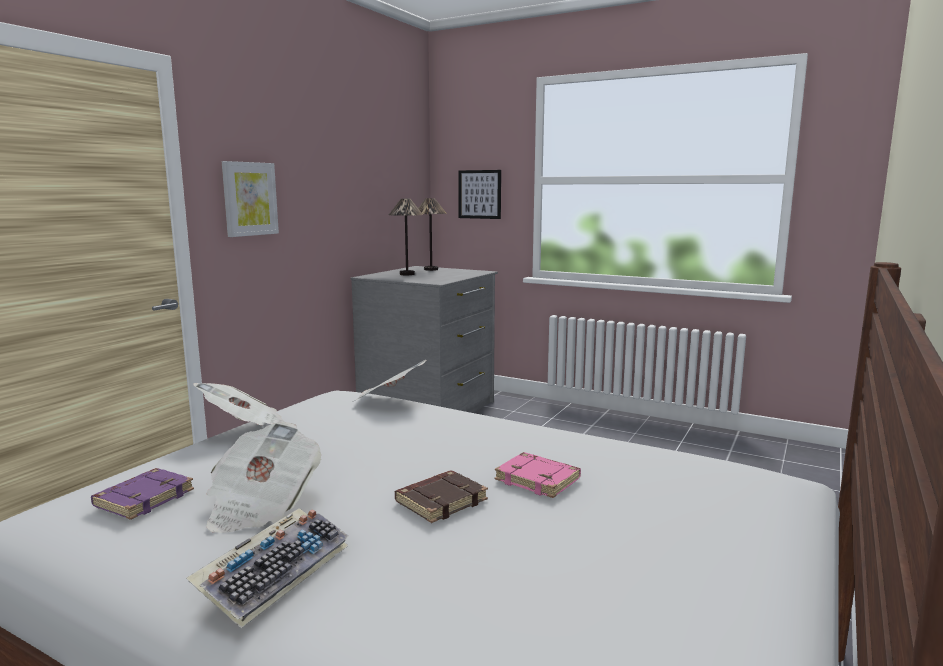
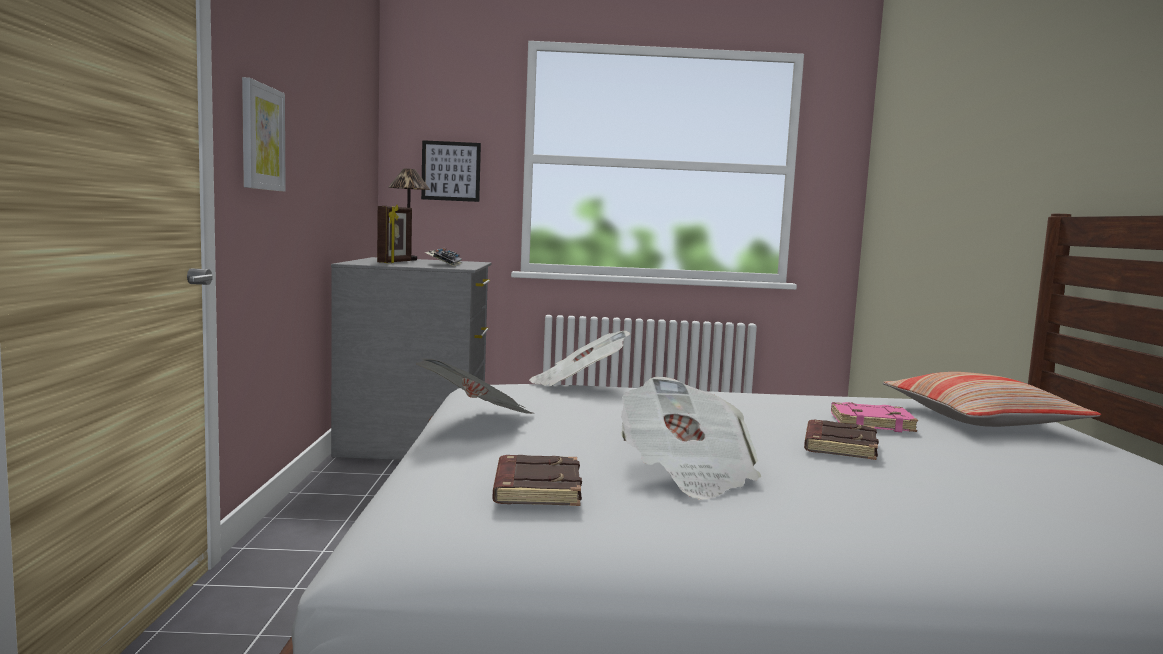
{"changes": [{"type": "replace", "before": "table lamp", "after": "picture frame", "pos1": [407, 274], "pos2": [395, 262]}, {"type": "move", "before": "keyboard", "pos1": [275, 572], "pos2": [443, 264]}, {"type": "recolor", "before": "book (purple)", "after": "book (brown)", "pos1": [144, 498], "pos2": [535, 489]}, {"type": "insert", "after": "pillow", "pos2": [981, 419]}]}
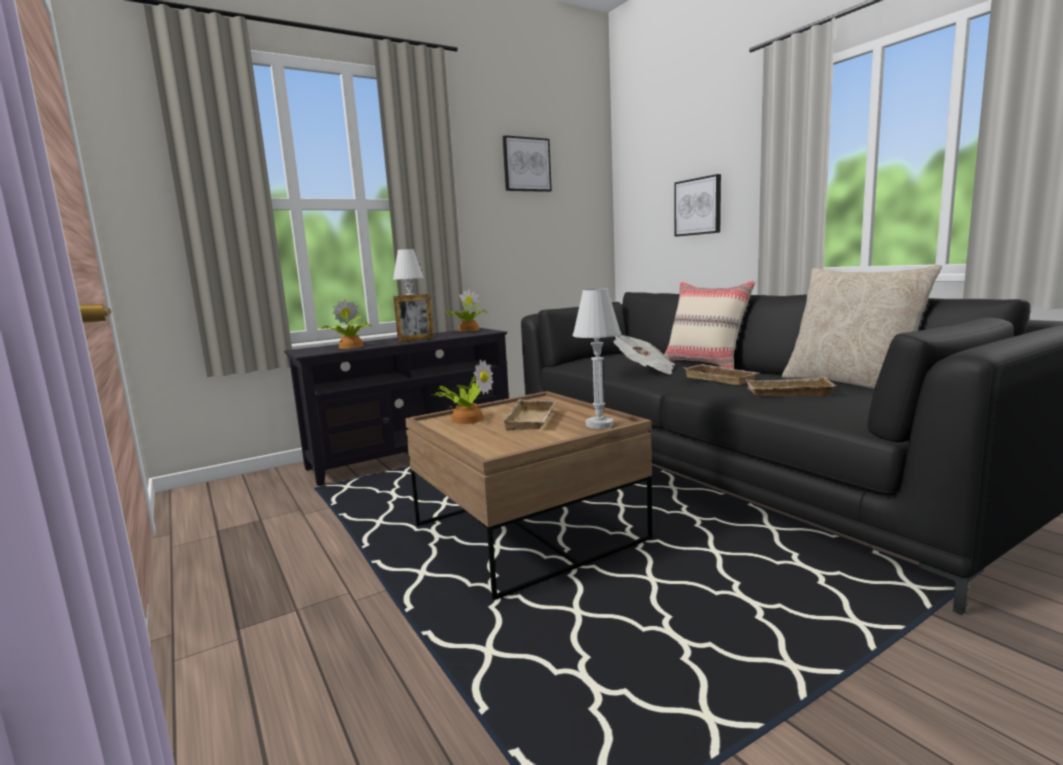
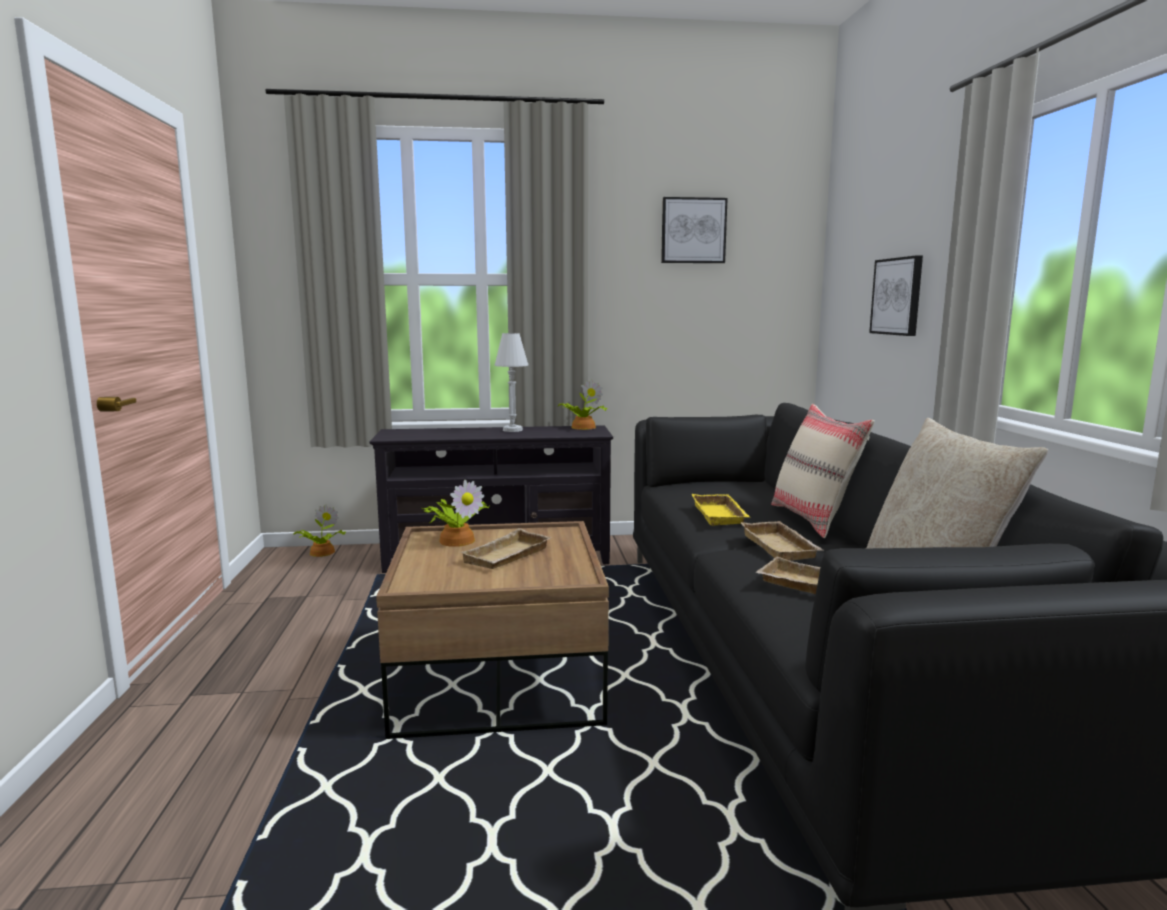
{"changes": [{"type": "move", "before": "potted plant", "pos1": [350, 347], "pos2": [320, 553]}, {"type": "replace", "before": "newspaper", "after": "tray (yellow)", "pos1": [645, 370], "pos2": [721, 515]}, {"type": "delete", "before": "picture frame", "pos1": [416, 340]}, {"type": "delete", "before": "table lamp (white)", "pos1": [599, 424]}]}
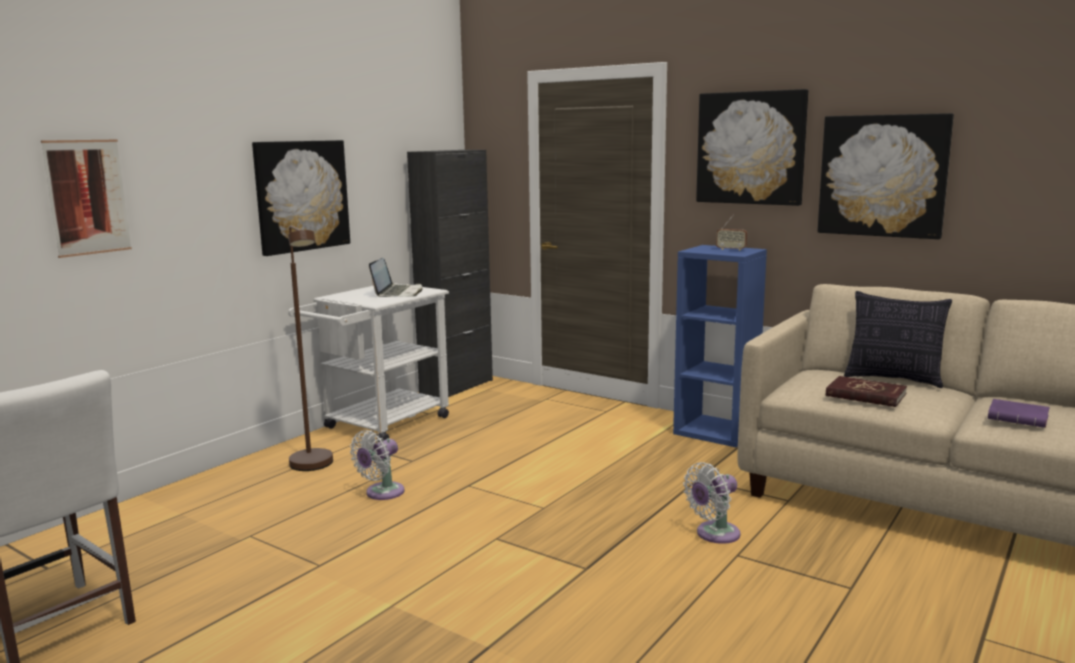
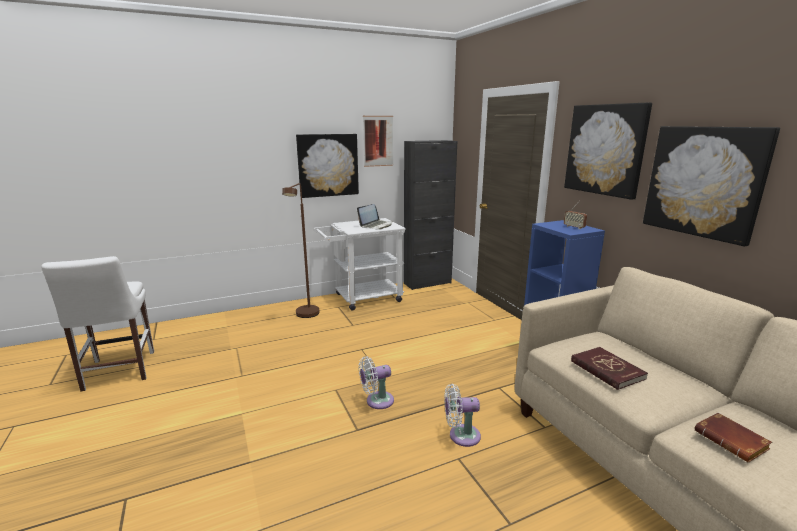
{"changes": [{"type": "move", "before": "fan (white)", "pos1": [381, 493], "pos2": [377, 401]}, {"type": "move", "before": "picture", "pos1": [87, 197], "pos2": [378, 141]}, {"type": "recolor", "before": "book (purple)", "after": "book (brown)", "pos1": [1019, 418], "pos2": [733, 441]}, {"type": "delete", "before": "pillow", "pos1": [893, 379]}]}
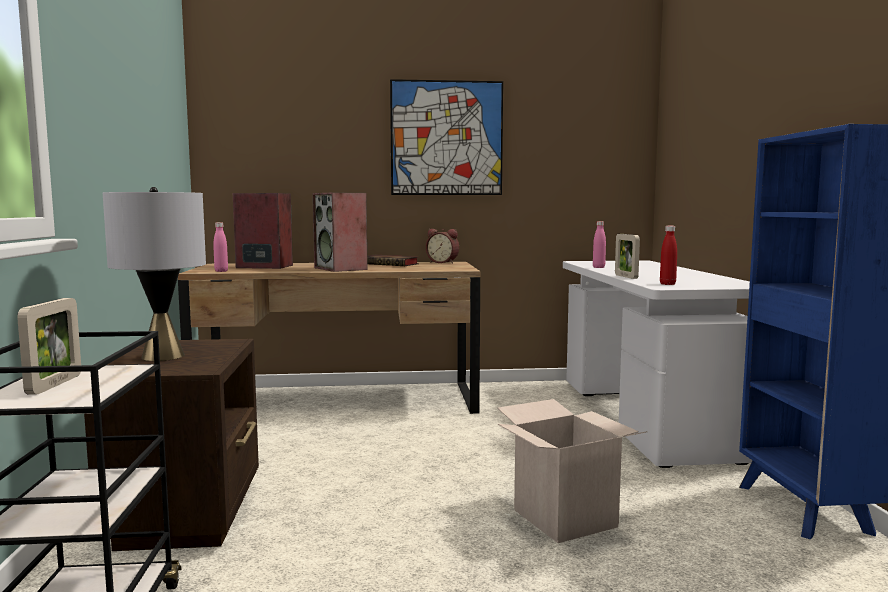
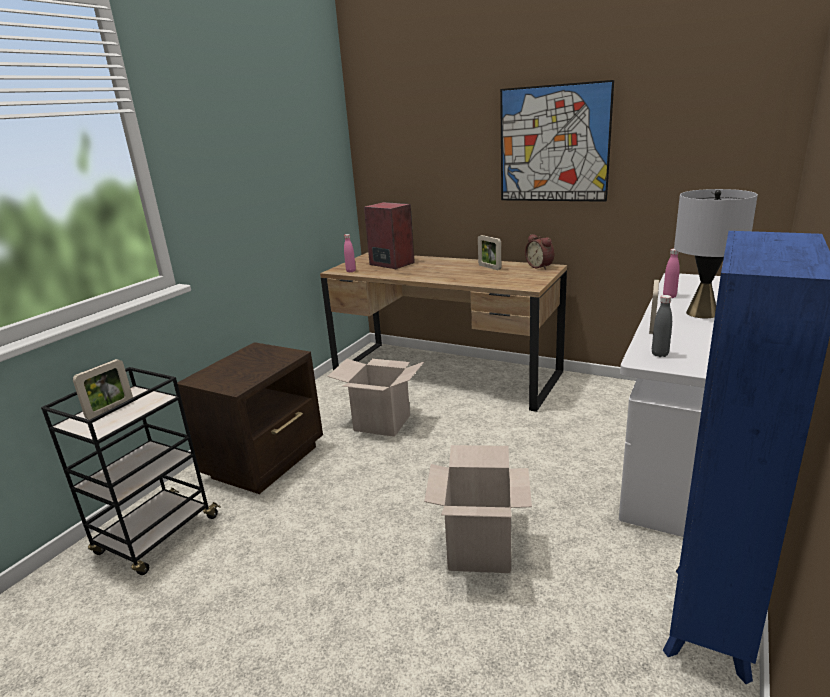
{"changes": [{"type": "insert", "after": "cardboard box", "pos2": [382, 423]}, {"type": "replace", "before": "book", "after": "picture frame", "pos1": [391, 264], "pos2": [489, 267]}, {"type": "recolor", "before": "bottle (red)", "after": "bottle (grey)", "pos1": [667, 284], "pos2": [659, 354]}, {"type": "move", "before": "table lamp (grey)", "pos1": [162, 356], "pos2": [701, 313]}, {"type": "delete", "before": "speaker", "pos1": [341, 268]}]}
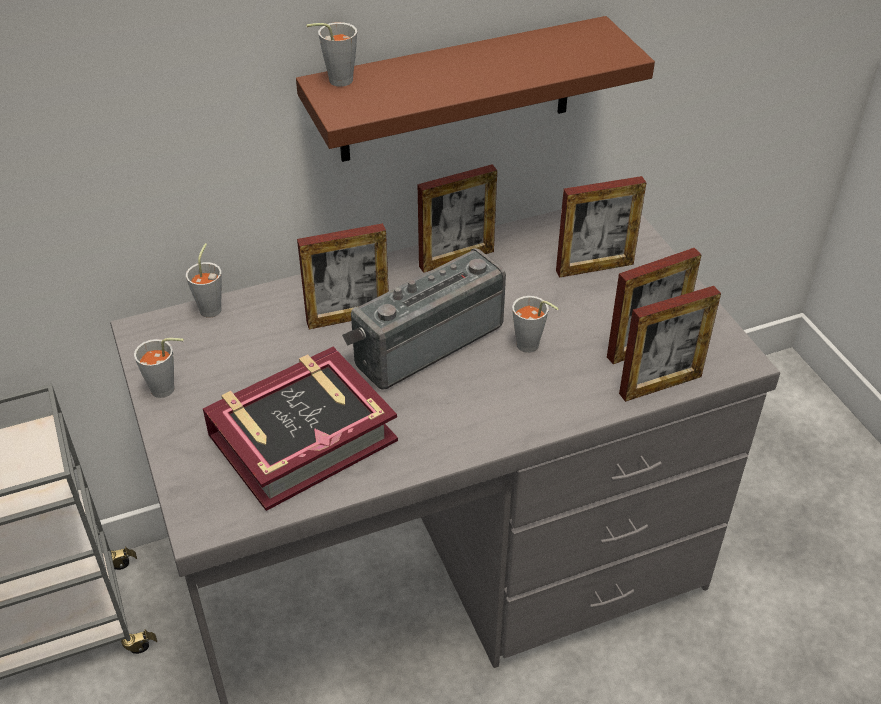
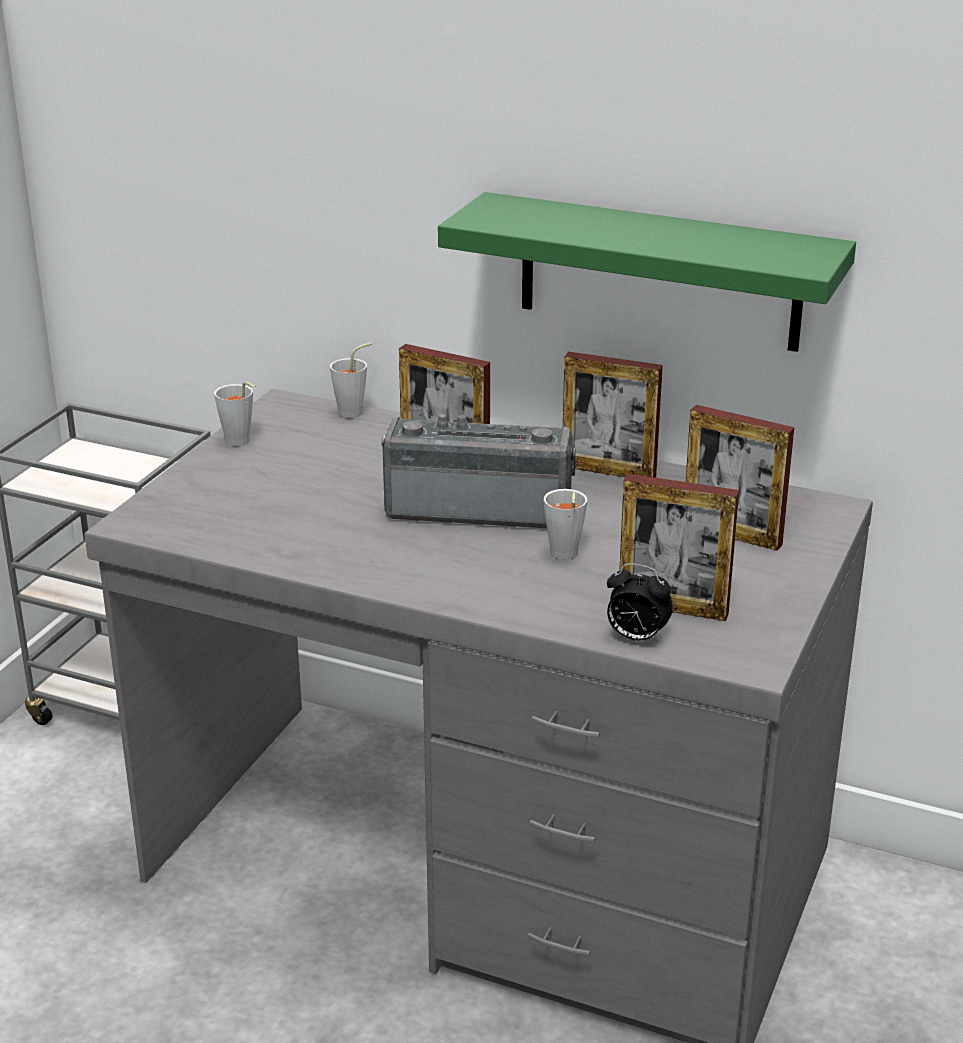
{"changes": [{"type": "recolor", "before": "shelf (brown)", "after": "shelf (green)", "pos1": [456, 91], "pos2": [659, 272]}, {"type": "replace", "before": "picture frame", "after": "alarm clock", "pos1": [660, 385], "pos2": [636, 638]}, {"type": "delete", "before": "book", "pos1": [302, 437]}, {"type": "delete", "before": "cup (grey)", "pos1": [335, 81]}]}
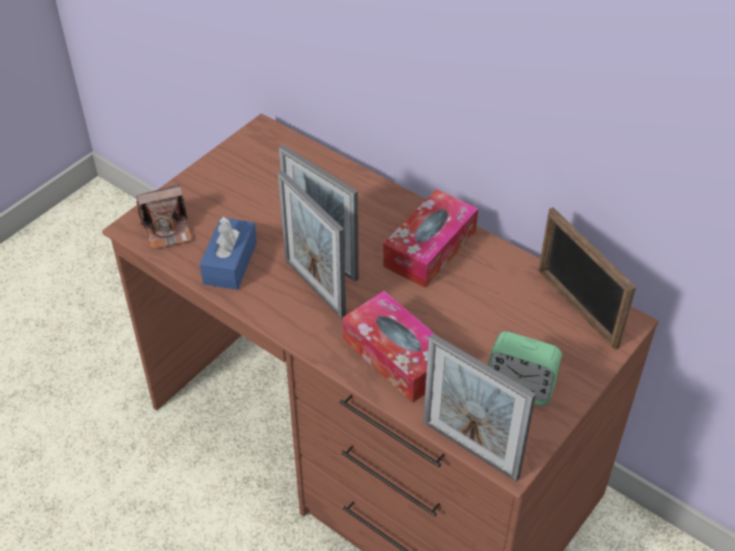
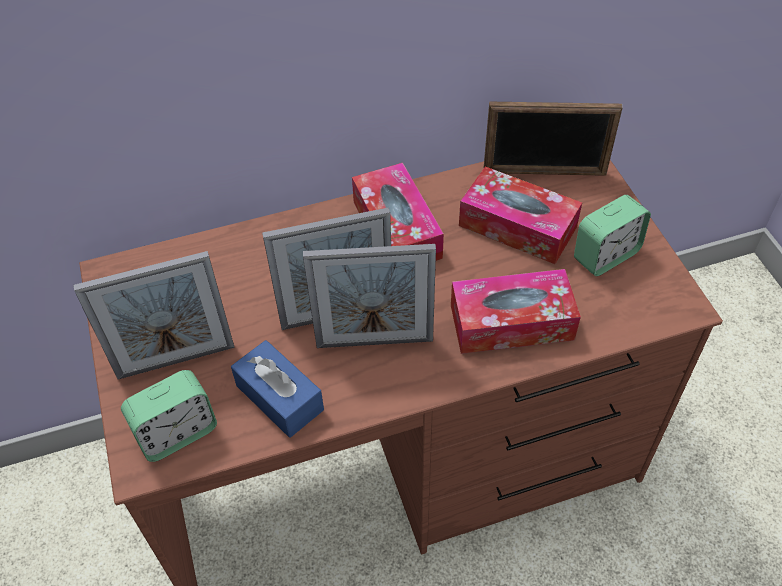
{"changes": [{"type": "move", "before": "picture frame", "pos1": [470, 449], "pos2": [176, 361]}, {"type": "replace", "before": "photo camera", "after": "alarm clock", "pos1": [167, 230], "pos2": [177, 433]}, {"type": "insert", "after": "tissue box", "pos2": [517, 226]}]}
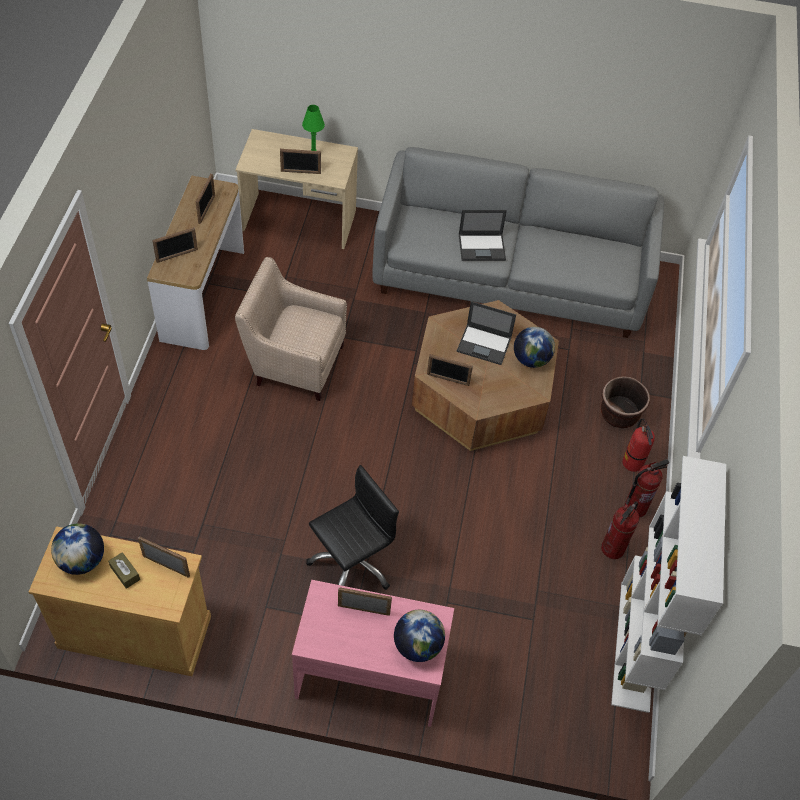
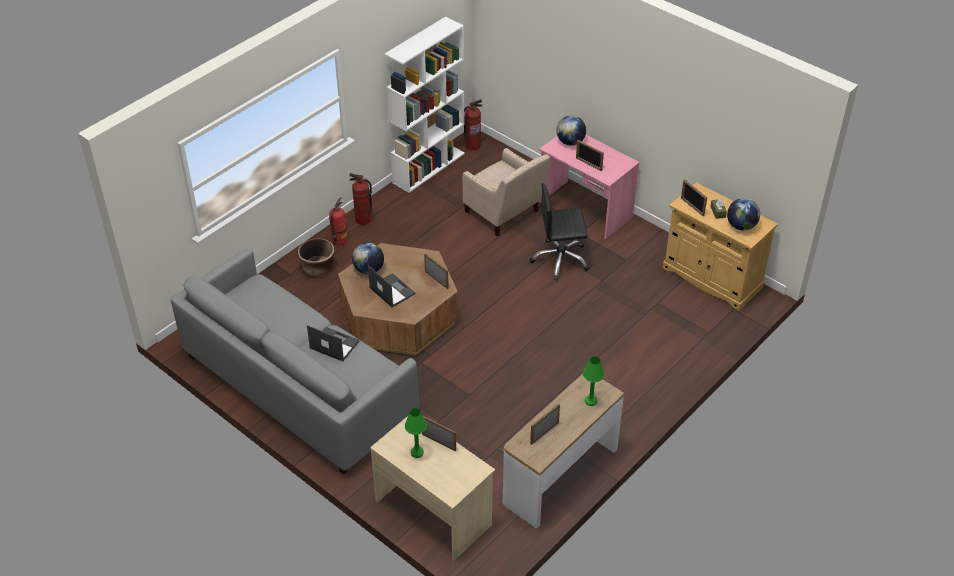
{"changes": [{"type": "move", "before": "armchair (beige)", "pos1": [294, 361], "pos2": [504, 214]}, {"type": "move", "before": "fire extinguisher", "pos1": [612, 549], "pos2": [472, 146]}, {"type": "replace", "before": "picture frame", "after": "table lamp (green)", "pos1": [177, 255], "pos2": [591, 401]}]}
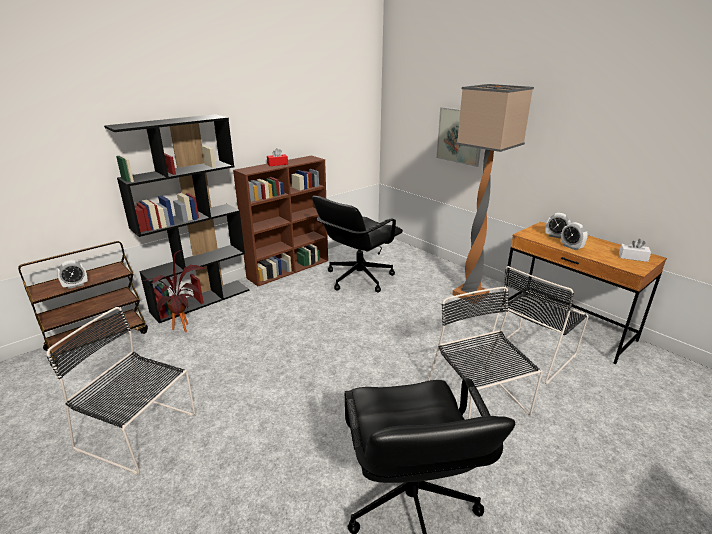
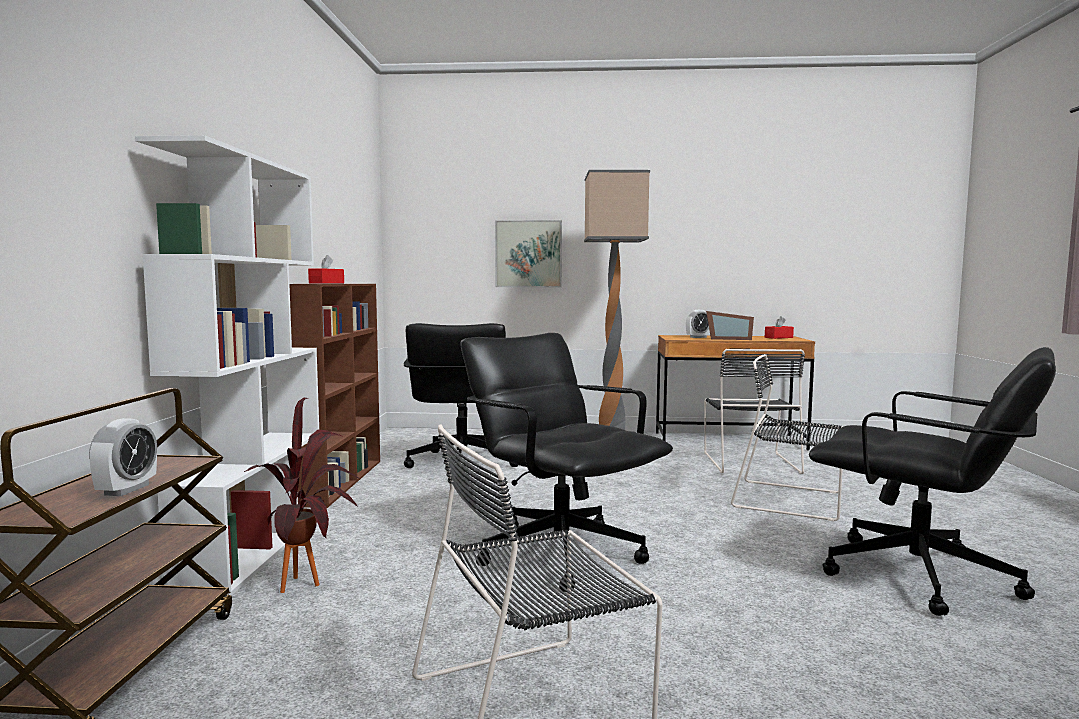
{"changes": [{"type": "recolor", "before": "bookcase (black)", "after": "bookcase (white)", "pos1": [201, 300], "pos2": [254, 549]}, {"type": "insert", "after": "office chair (black)", "pos2": [560, 553]}, {"type": "replace", "before": "alarm clock", "after": "picture frame", "pos1": [571, 247], "pos2": [728, 339]}, {"type": "recolor", "before": "tissue box (white)", "after": "tissue box (red)", "pos1": [633, 257], "pos2": [778, 337]}]}
